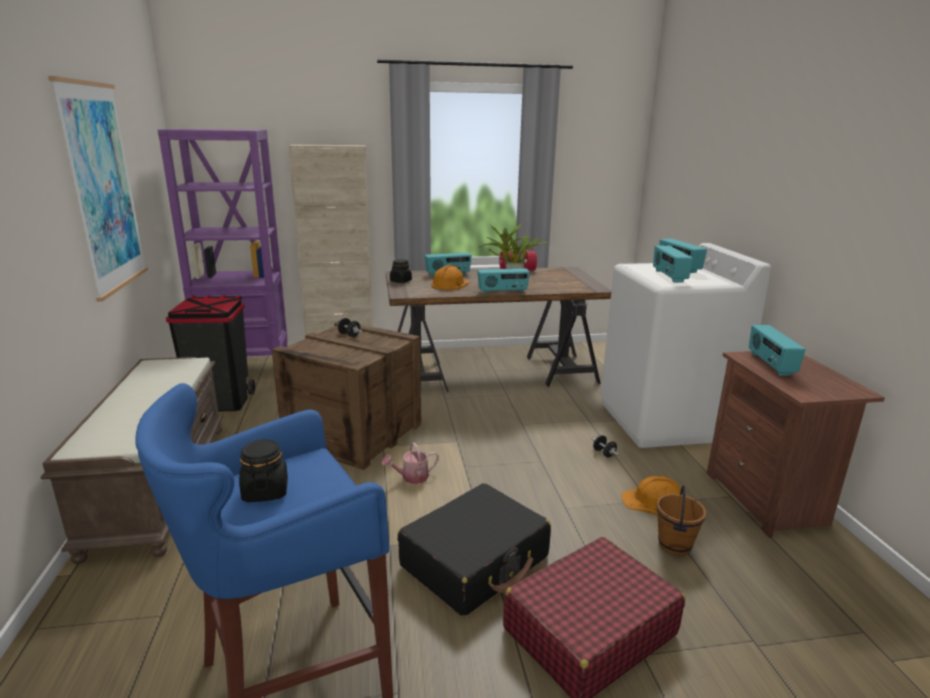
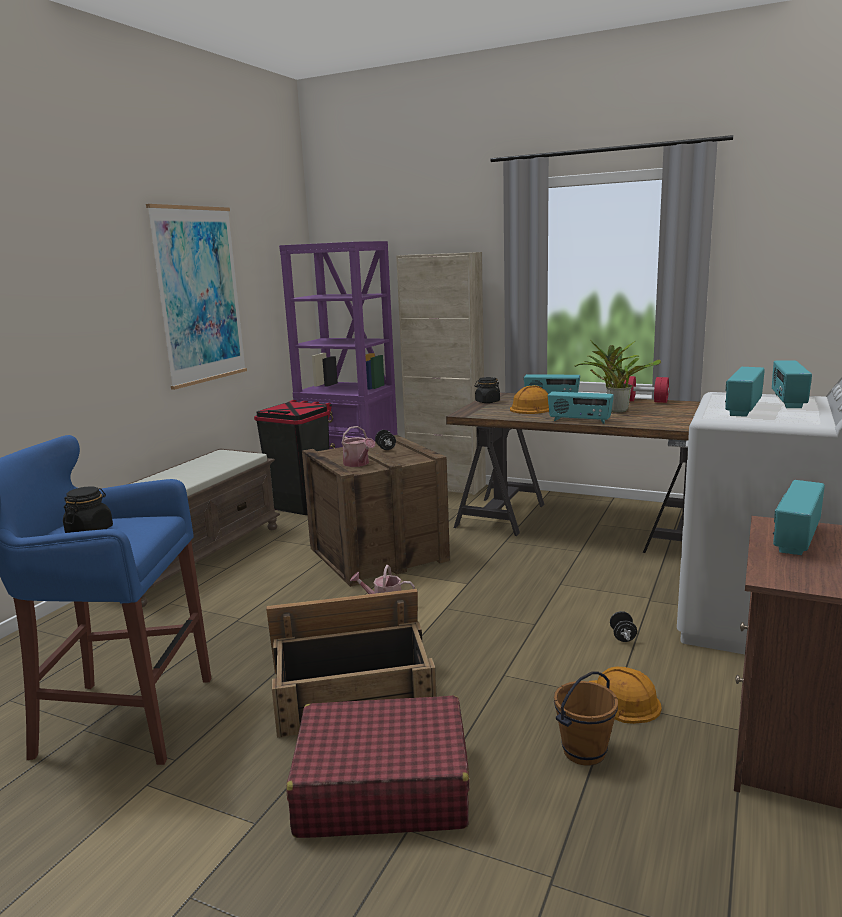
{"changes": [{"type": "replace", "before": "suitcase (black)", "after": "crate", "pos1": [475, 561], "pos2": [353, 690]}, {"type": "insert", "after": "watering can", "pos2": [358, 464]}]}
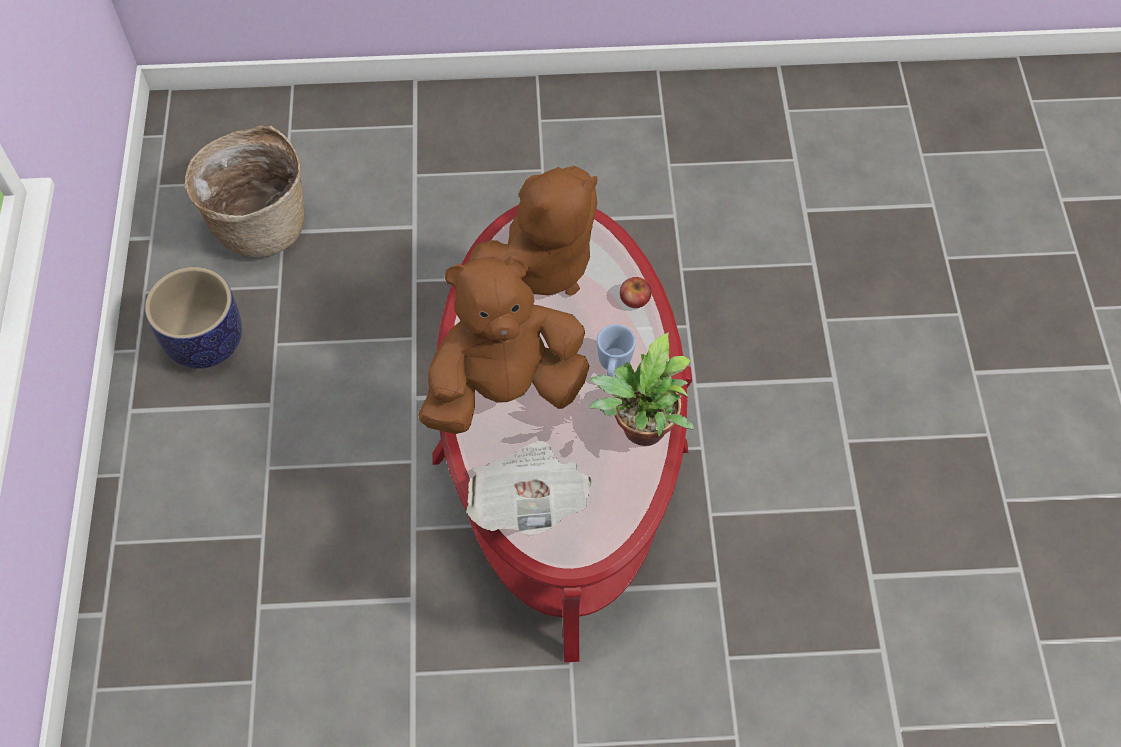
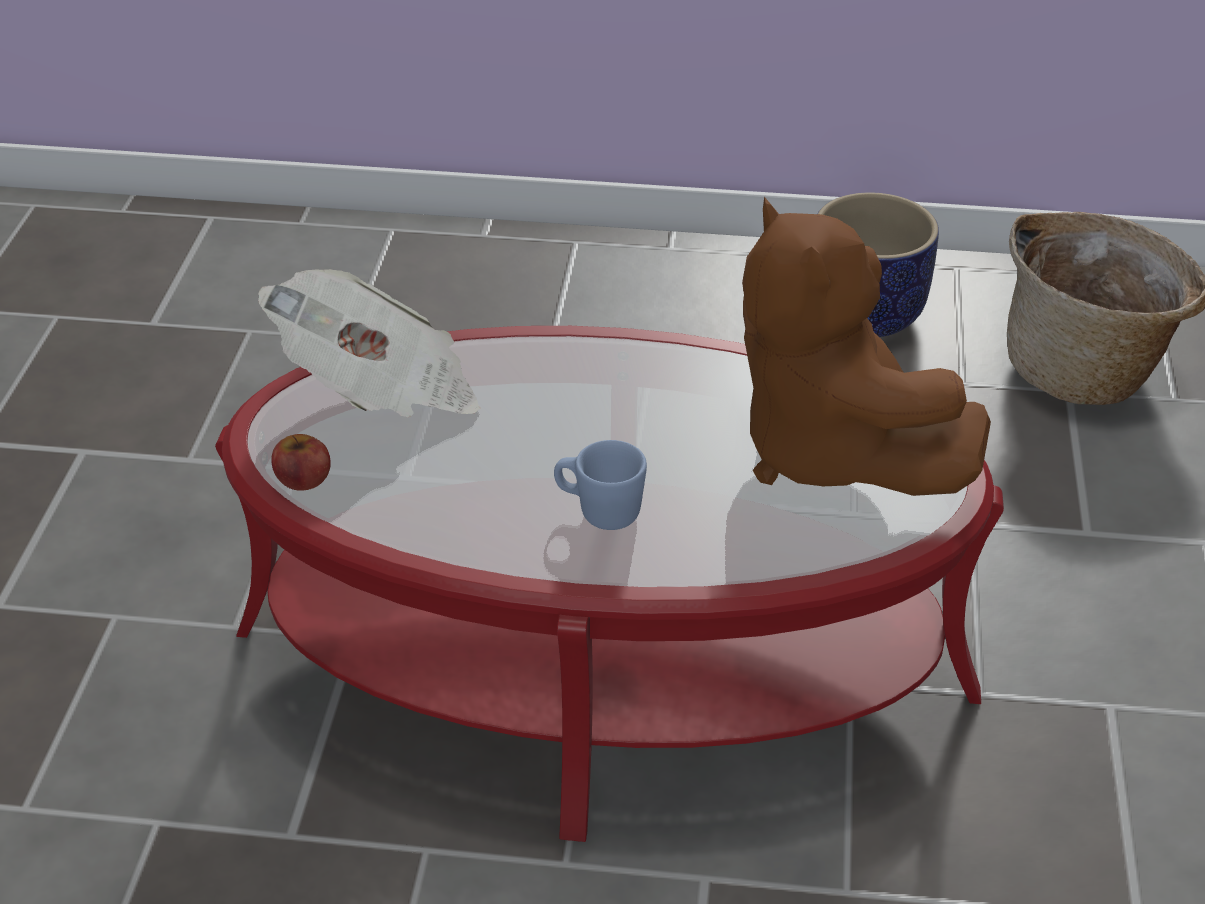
{"changes": [{"type": "move", "before": "apple", "pos1": [635, 299], "pos2": [303, 478]}, {"type": "delete", "before": "plush toy (brown)", "pos1": [504, 389]}, {"type": "delete", "before": "potted plant", "pos1": [641, 432]}]}
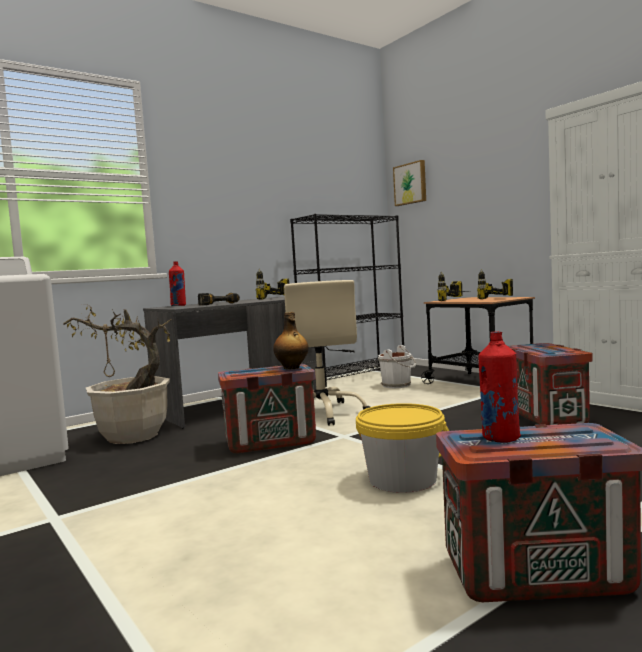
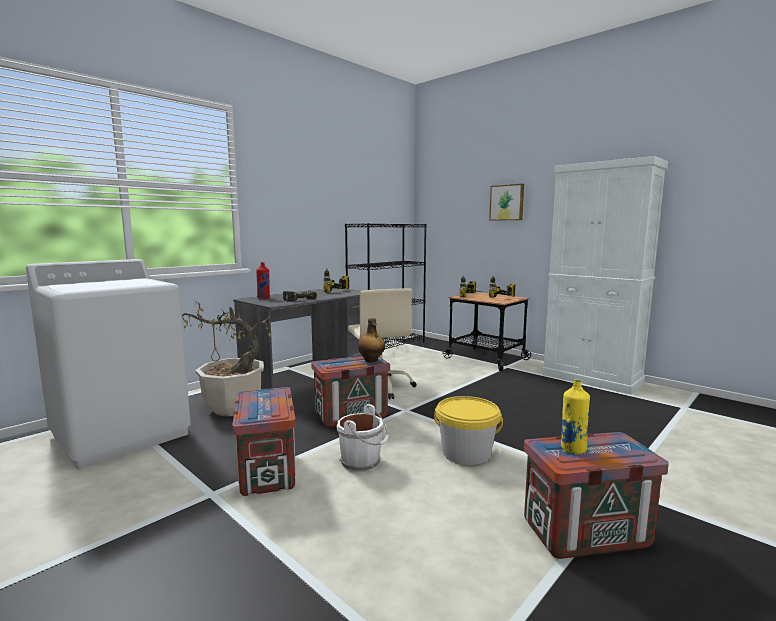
{"changes": [{"type": "move", "before": "crate", "pos1": [546, 416], "pos2": [267, 472]}, {"type": "move", "before": "bucket (white)", "pos1": [397, 385], "pos2": [362, 462]}, {"type": "move", "before": "picture", "pos1": [410, 183], "pos2": [507, 202]}, {"type": "recolor", "before": "bottle (red)", "after": "bottle (yellow)", "pos1": [500, 438], "pos2": [573, 449]}]}
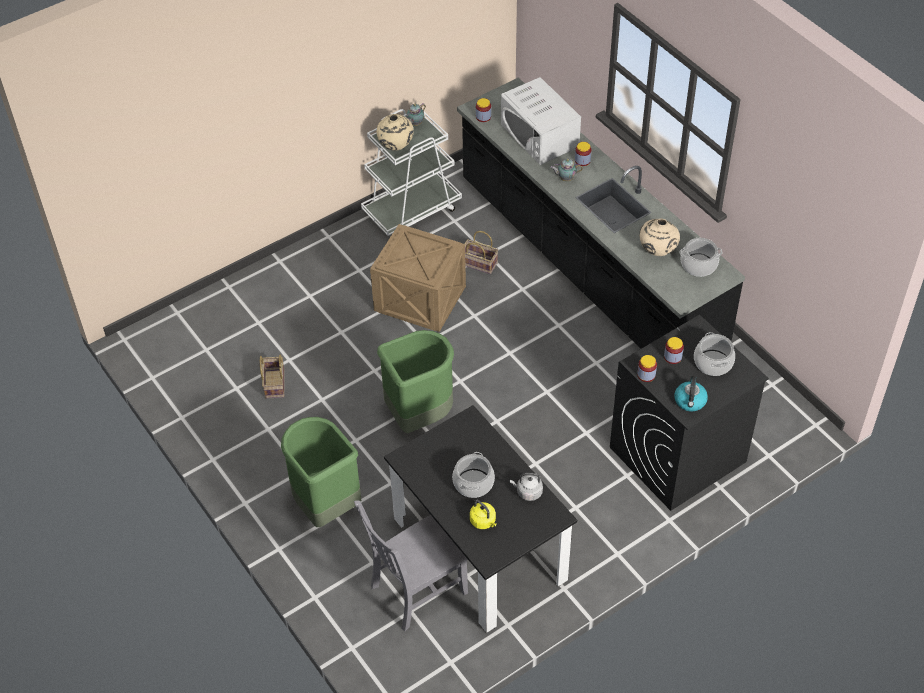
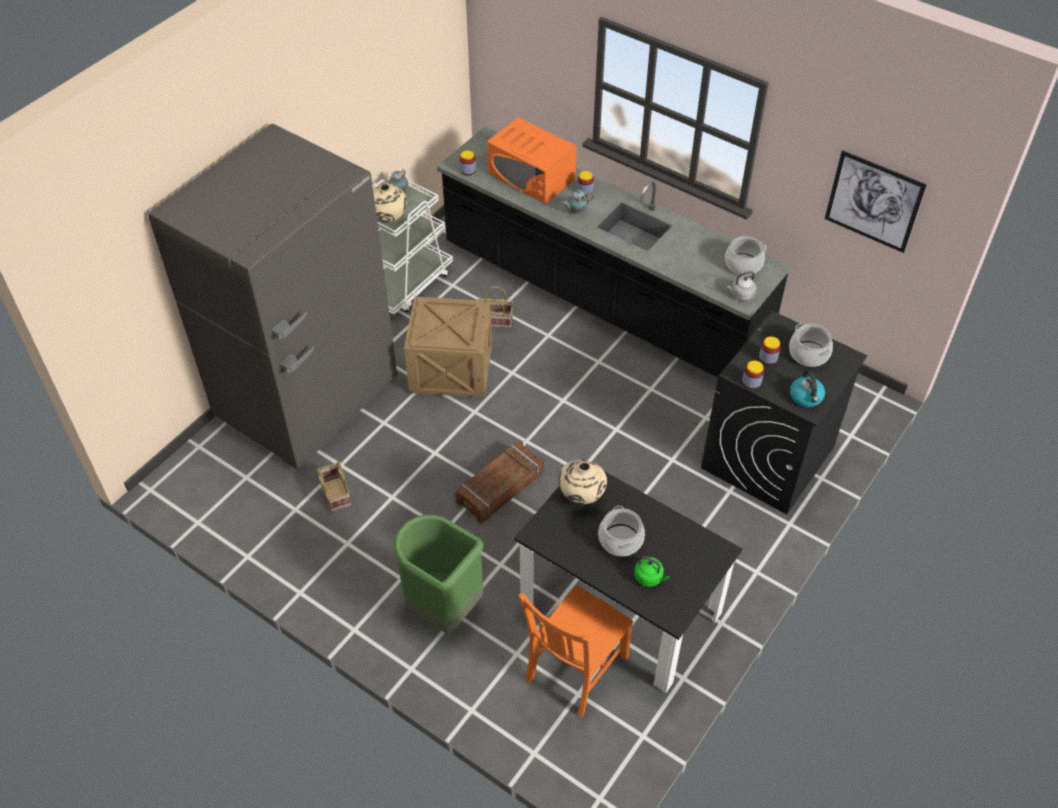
{"changes": [{"type": "insert", "after": "fridge (grey)", "pos2": [309, 400]}, {"type": "replace", "before": "trash can (green)", "after": "crate", "pos1": [419, 415], "pos2": [500, 487]}, {"type": "recolor", "before": "microwave (white)", "after": "microwave (orange)", "pos1": [539, 135], "pos2": [532, 176]}, {"type": "recolor", "before": "chair (grey)", "after": "chair (orange)", "pos1": [416, 591], "pos2": [574, 670]}, {"type": "move", "before": "vase (beige)", "pos1": [657, 252], "pos2": [581, 496]}, {"type": "recolor", "before": "kettle (yellow)", "after": "kettle (green)", "pos1": [483, 521], "pos2": [649, 577]}, {"type": "move", "before": "kettle (grey)", "pos1": [528, 492], "pos2": [741, 295]}, {"type": "insert", "after": "picture", "pos2": [873, 201]}]}
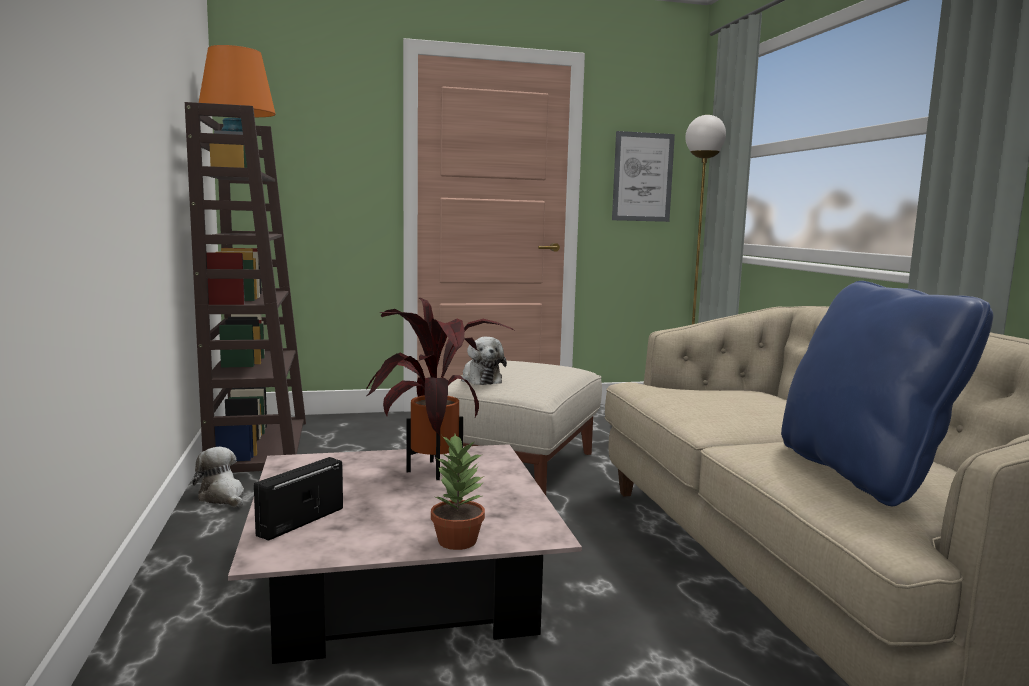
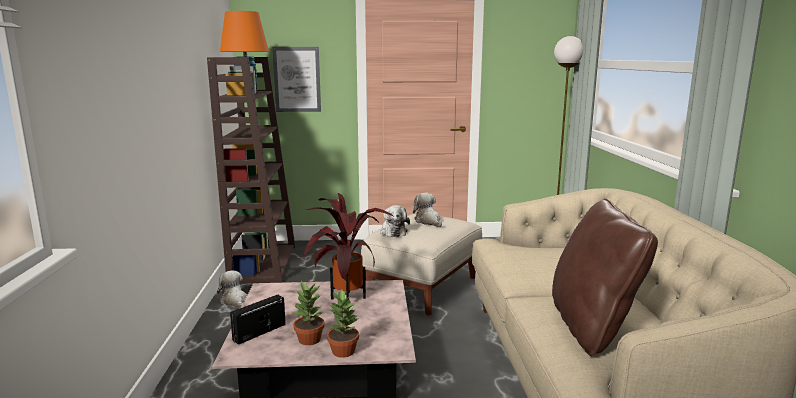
{"changes": [{"type": "move", "before": "picture", "pos1": [642, 177], "pos2": [297, 79]}, {"type": "insert", "after": "potted plant", "pos2": [309, 340]}, {"type": "insert", "after": "plush toy", "pos2": [428, 221]}, {"type": "recolor", "before": "pillow (blue)", "after": "pillow (brown)", "pos1": [861, 473], "pos2": [592, 327]}]}
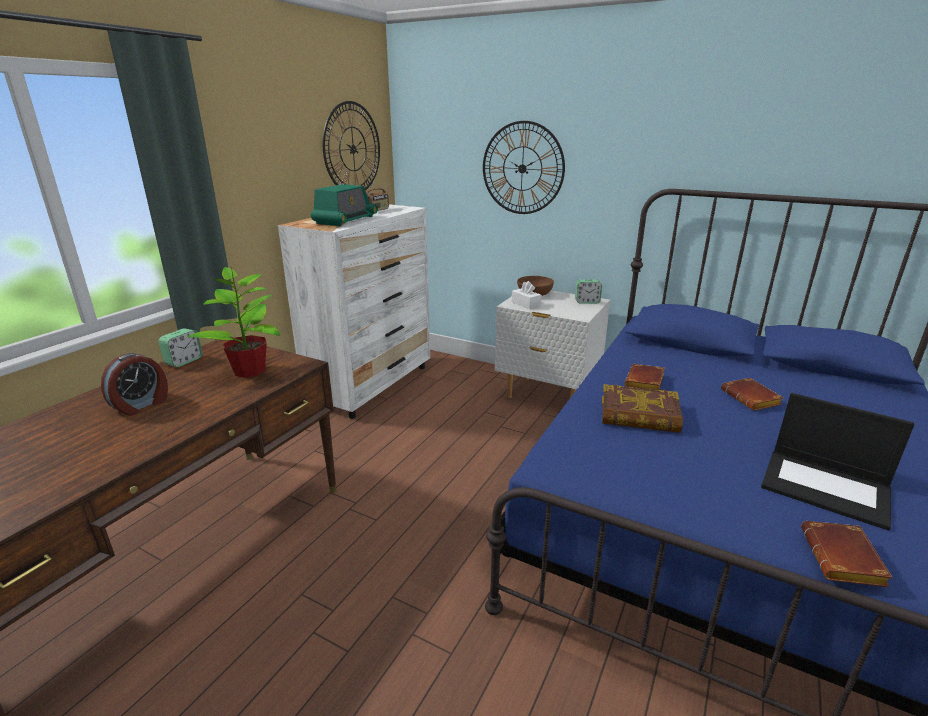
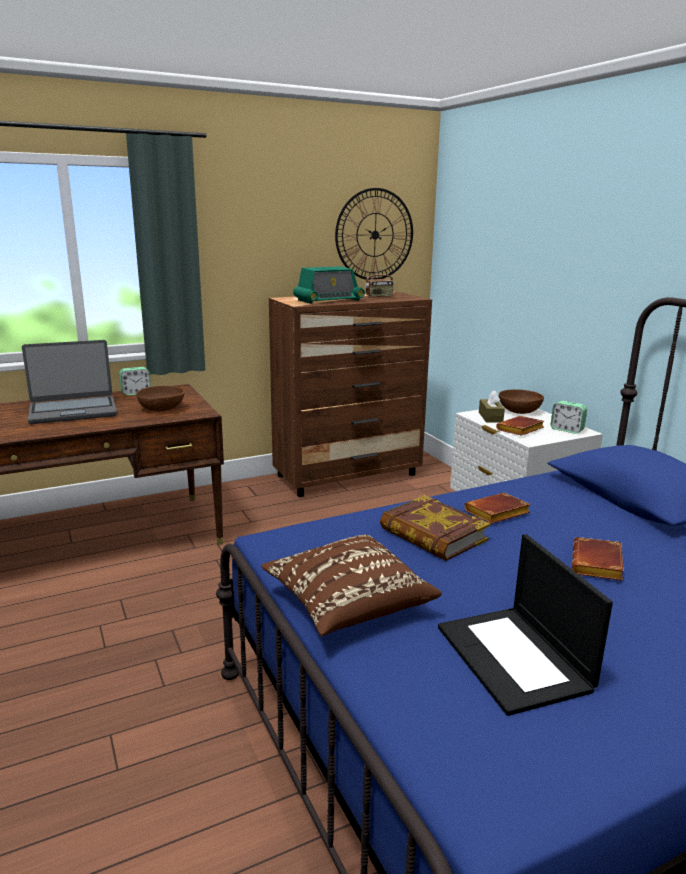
{"changes": [{"type": "replace", "before": "alarm clock", "after": "laptop", "pos1": [141, 405], "pos2": [73, 411]}, {"type": "replace", "before": "potted plant", "after": "bowl (brown)", "pos1": [249, 371], "pos2": [162, 408]}, {"type": "insert", "after": "pillow (brown)", "pos2": [347, 604]}, {"type": "recolor", "before": "dresser (white)", "after": "dresser (brown)", "pos1": [372, 384], "pos2": [348, 475]}, {"type": "recolor", "before": "tissue box (white)", "after": "tissue box (brown)", "pos1": [526, 304], "pos2": [490, 417]}, {"type": "move", "before": "book (brown)", "pos1": [844, 560], "pos2": [520, 430]}, {"type": "delete", "before": "wall clock", "pos1": [522, 168]}]}
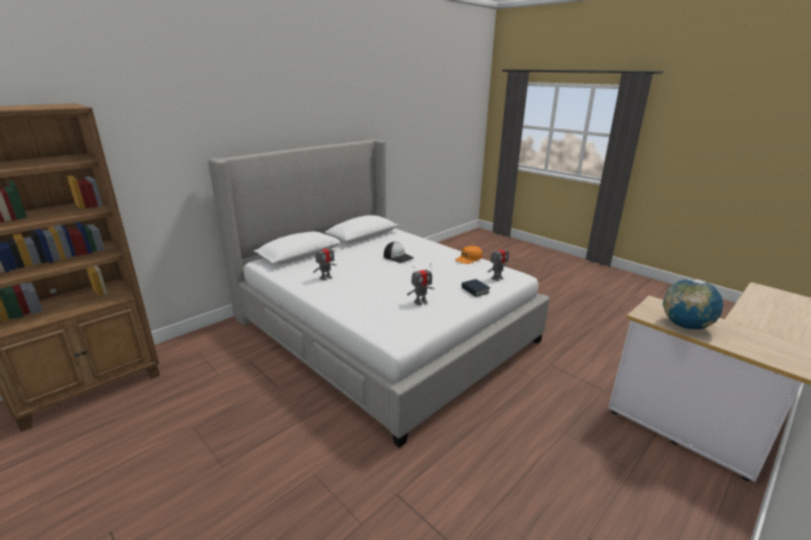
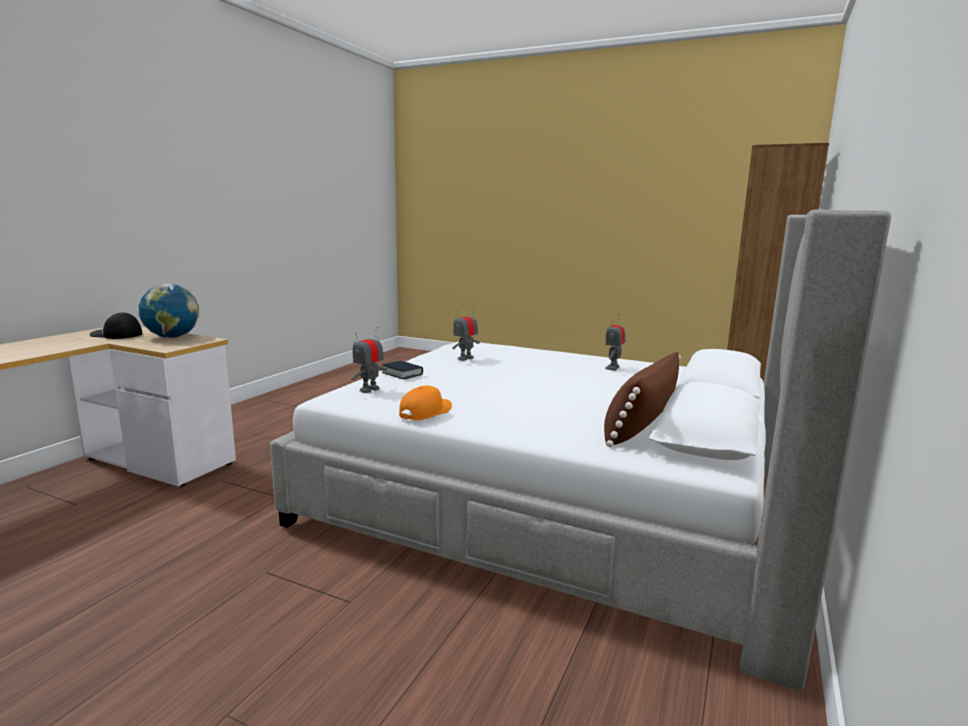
{"changes": [{"type": "move", "before": "cap", "pos1": [398, 257], "pos2": [116, 335]}, {"type": "insert", "after": "pillow (brown)", "pos2": [640, 425]}]}
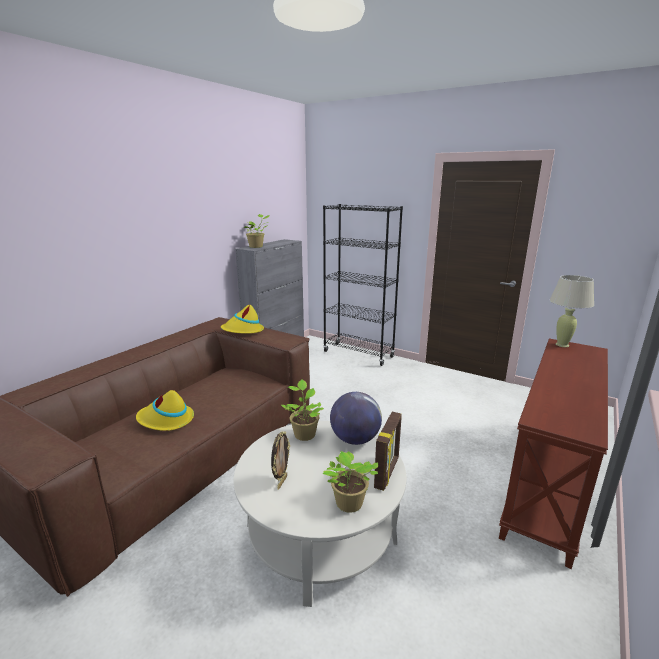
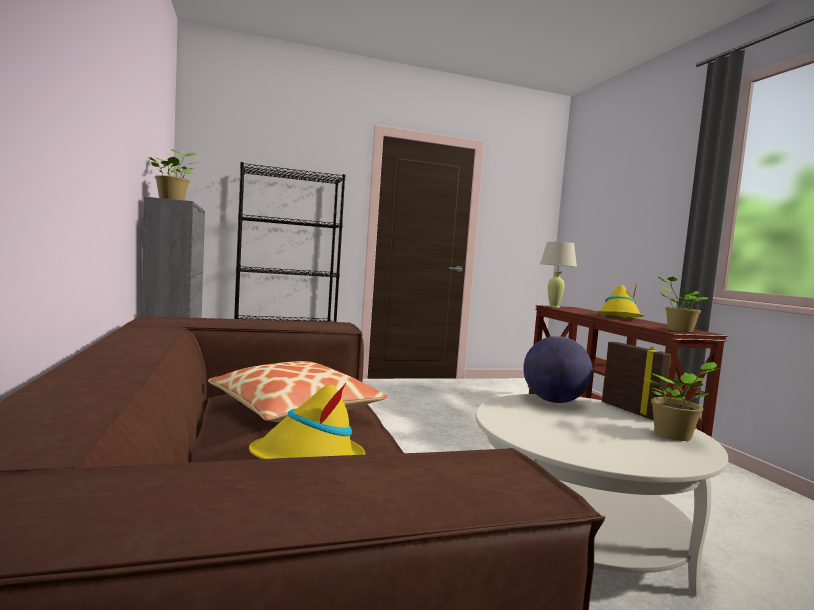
{"changes": [{"type": "insert", "after": "pillow", "pos2": [294, 408]}, {"type": "move", "before": "hat (yellow)", "pos1": [243, 331], "pos2": [619, 318]}, {"type": "move", "before": "potted plant", "pos1": [304, 434], "pos2": [677, 330]}, {"type": "delete", "before": "picture frame", "pos1": [281, 482]}]}
